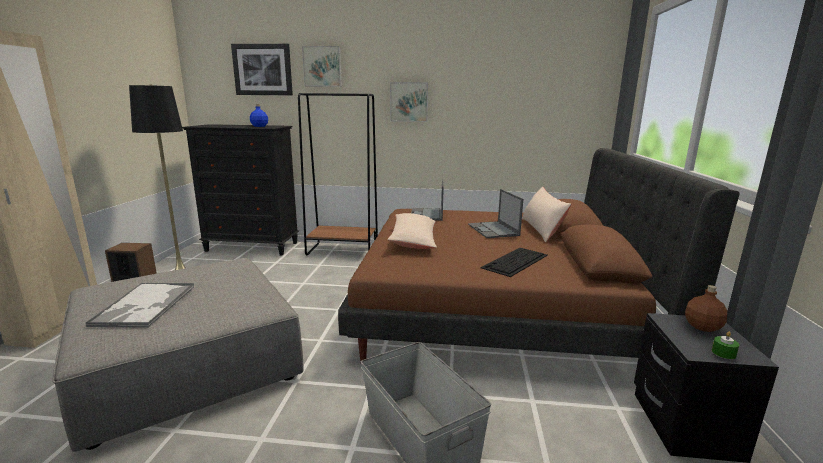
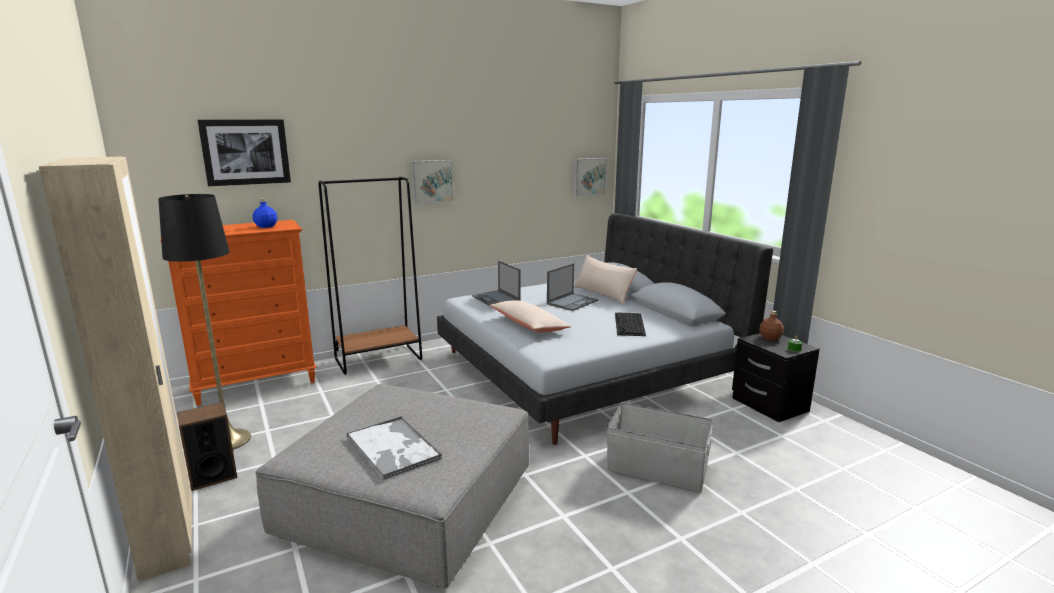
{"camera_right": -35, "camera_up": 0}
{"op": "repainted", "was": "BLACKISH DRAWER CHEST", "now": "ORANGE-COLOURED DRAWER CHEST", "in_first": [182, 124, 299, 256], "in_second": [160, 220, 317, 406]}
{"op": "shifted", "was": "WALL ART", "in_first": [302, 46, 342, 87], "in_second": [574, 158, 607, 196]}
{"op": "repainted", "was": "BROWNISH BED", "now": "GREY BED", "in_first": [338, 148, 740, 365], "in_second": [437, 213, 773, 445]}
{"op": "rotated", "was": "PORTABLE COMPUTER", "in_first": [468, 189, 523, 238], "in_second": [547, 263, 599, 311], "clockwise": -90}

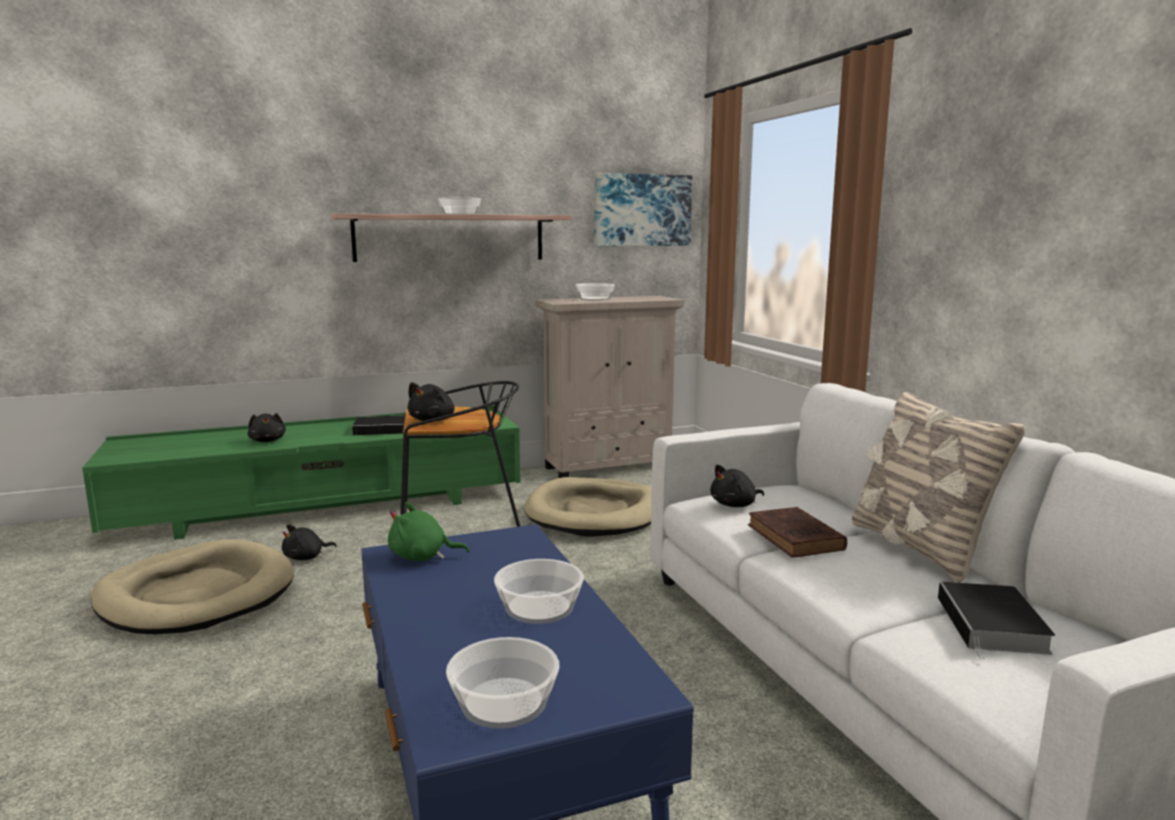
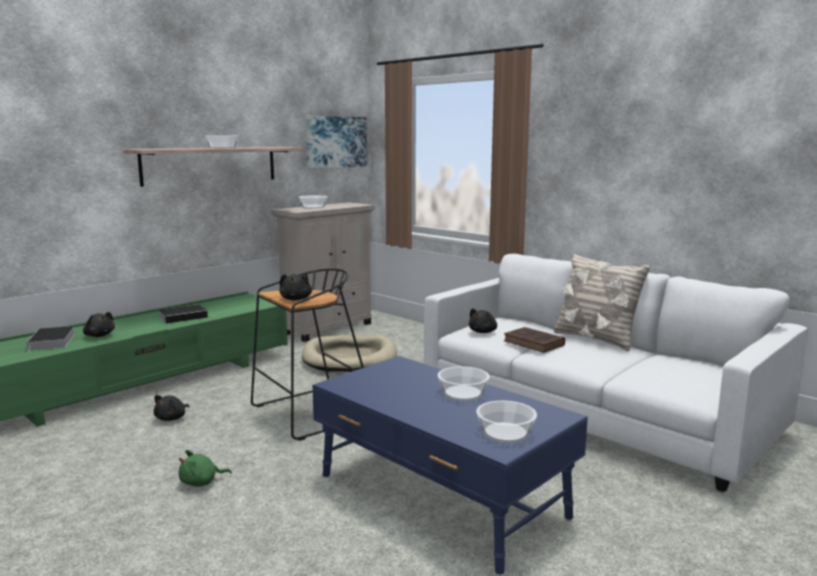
{"camera_right": -25, "camera_up": 0}
{"op": "gone", "was": "BEIGE PET BED", "in_first": [91, 539, 295, 634]}
{"op": "shifted", "was": "GREEN PLUSH TOY", "in_first": [388, 502, 469, 561], "in_second": [179, 450, 232, 487]}
{"op": "shifted", "was": "BOUND BOOK", "in_first": [938, 582, 1055, 660], "in_second": [26, 326, 75, 353]}

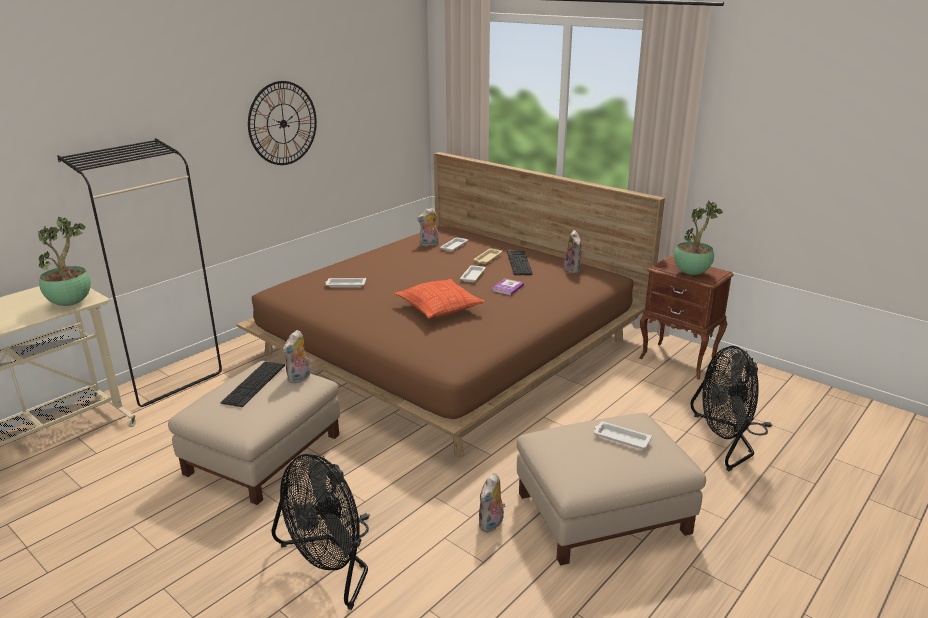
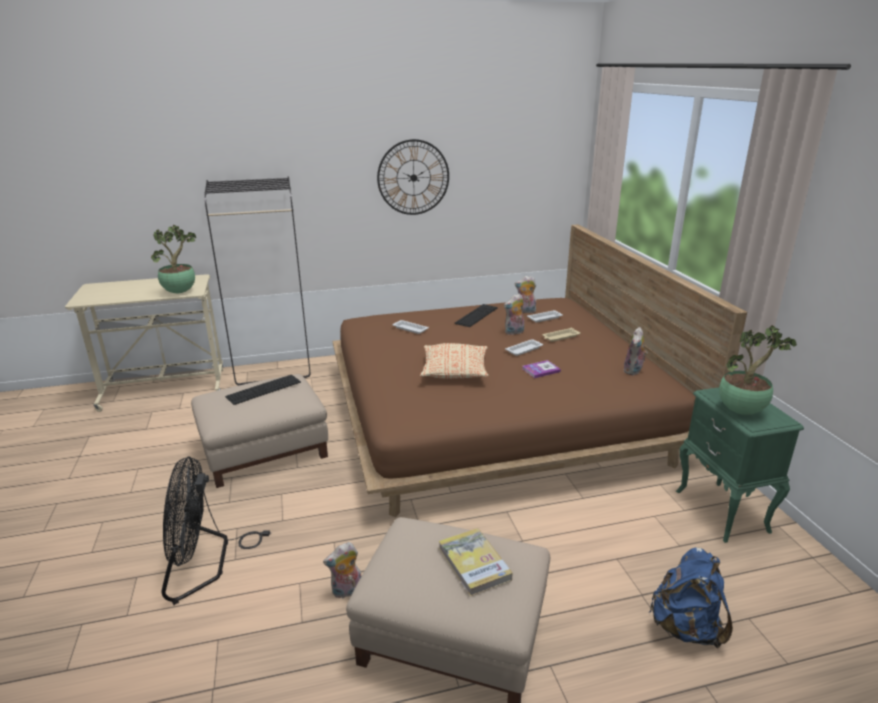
{"camera_right": 35, "camera_up": 0}
{"op": "shifted", "was": "PLUSH TOY", "in_first": [283, 330, 310, 383], "in_second": [504, 294, 524, 335]}
{"op": "repainted", "was": "ORANGE-COLOURED PILLOW", "now": "BEIGE PILLOW", "in_first": [395, 279, 485, 319], "in_second": [420, 343, 488, 379]}
{"op": "shifted", "was": "PC KEYBOARD", "in_first": [507, 251, 533, 275], "in_second": [455, 304, 498, 327]}
{"op": "swapped", "was": "WHITE-COLOURED SERVING TRAY", "now": "BOUND BOOK", "in_first": [594, 421, 652, 449], "in_second": [439, 528, 513, 596]}
{"op": "repainted", "was": "BROWNISH NIGHTSTAND", "now": "GREEN NIGHTSTAND", "in_first": [639, 256, 734, 380], "in_second": [676, 387, 804, 543]}
{"op": "swapped", "was": "BLACKISH FAN", "now": "BLUE-COLOURED KNAPSACK", "in_first": [691, 346, 773, 471], "in_second": [649, 547, 733, 648]}

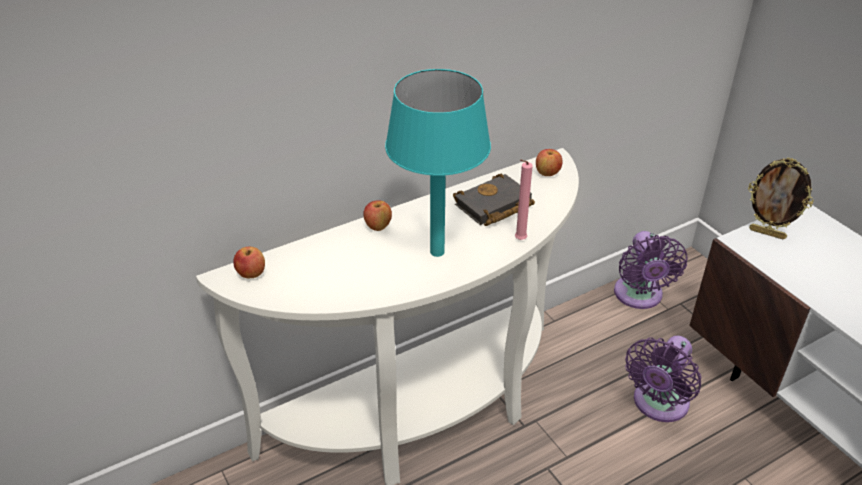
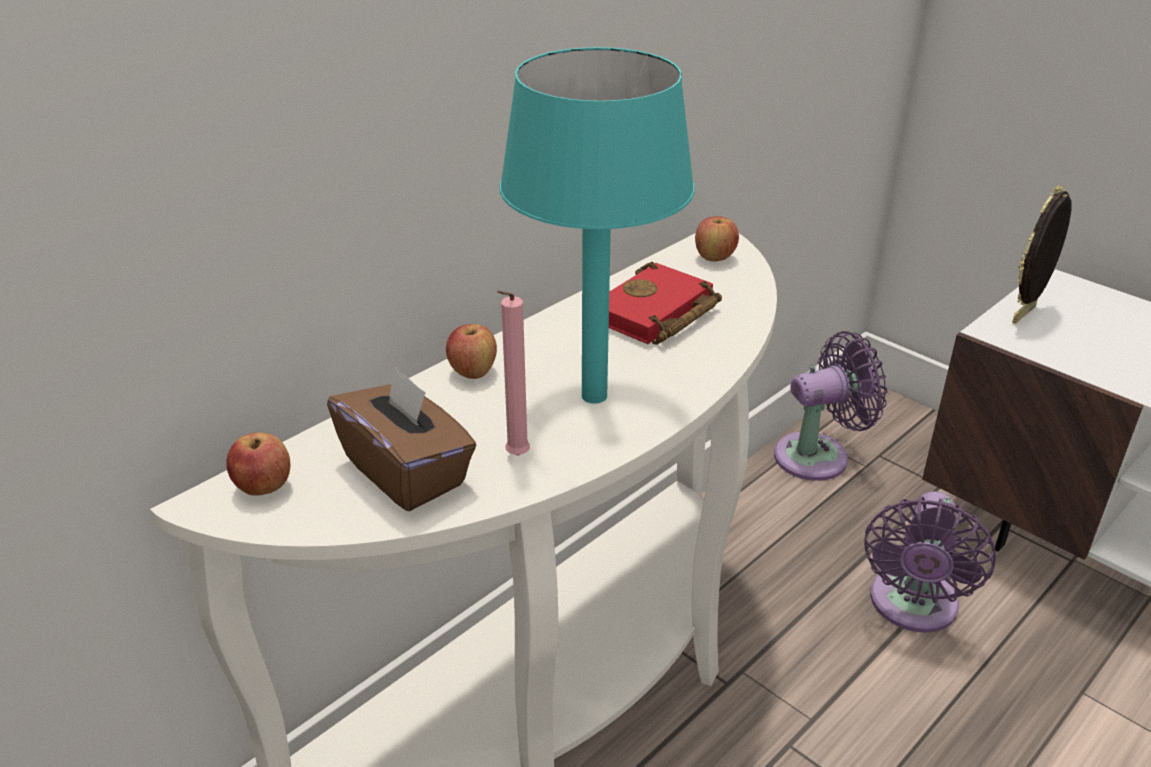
{"camera_right": -15, "camera_up": -5}
{"op": "repainted", "was": "BLACKISH BOUND BOOK", "now": "REDDISH BOUND BOOK", "in_first": [453, 174, 535, 226], "in_second": [609, 262, 722, 345]}
{"op": "shifted", "was": "PINK-COLOURED WAX LIGHT", "in_first": [515, 160, 533, 240], "in_second": [497, 290, 530, 456]}
{"op": "rotated", "was": "PURPLISH FAN", "in_first": [614, 231, 687, 309], "in_second": [774, 331, 887, 481], "clockwise": -90}
{"op": "rotated", "was": "PICTURE FRAME", "in_first": [748, 158, 814, 239], "in_second": [1012, 185, 1071, 324], "clockwise": 120}
{"op": "new", "now": "BROWNISH BOX OF TISSUES", "in_second": [327, 365, 477, 511]}

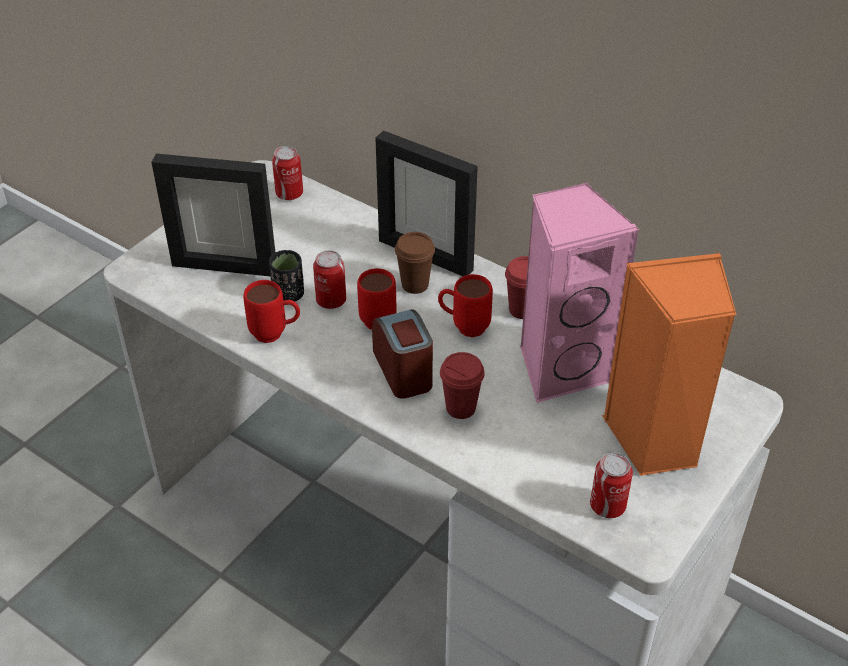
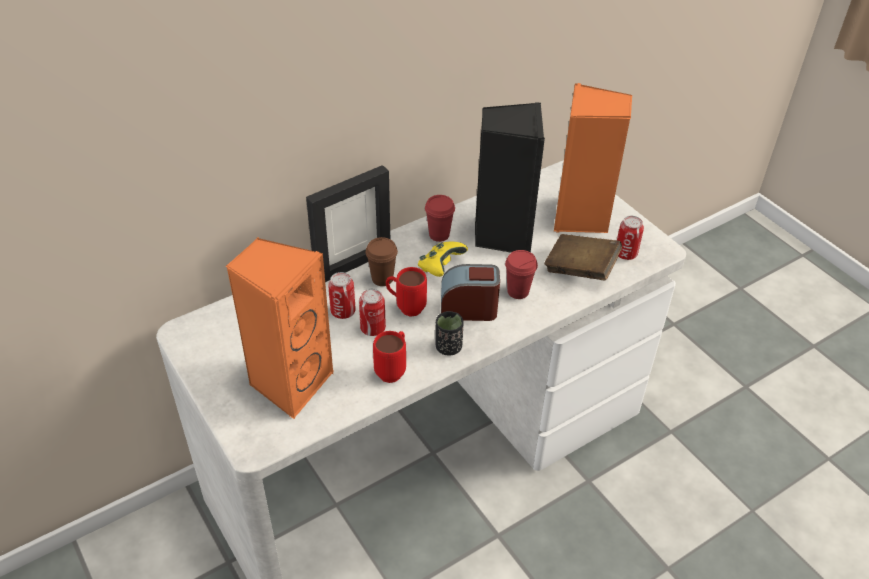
{"camera_right": -70, "camera_up": 0}
{"op": "swapped", "was": "PICTURE FRAME", "now": "ORANGE-COLOURED AUDIO SPEAKER", "in_first": [152, 153, 275, 276], "in_second": [226, 237, 334, 419]}
{"op": "shifted", "was": "BLACKISH SMALL CUP", "in_first": [269, 250, 304, 301], "in_second": [435, 311, 464, 356]}
{"op": "shifted", "was": "METAL CAN", "in_first": [272, 146, 303, 200], "in_second": [328, 272, 356, 319]}
{"op": "swapped", "was": "REDDISH MUG", "now": "YELLOW JOYPAD", "in_first": [438, 274, 493, 337], "in_second": [418, 242, 468, 277]}
{"op": "repainted", "was": "PINK-COLOURED AUDIO SPEAKER", "now": "BLACKISH AUDIO SPEAKER", "in_first": [520, 182, 640, 403], "in_second": [475, 102, 545, 253]}
{"op": "new", "now": "BROWNISH BOUND BOOK", "in_second": [544, 234, 622, 280]}

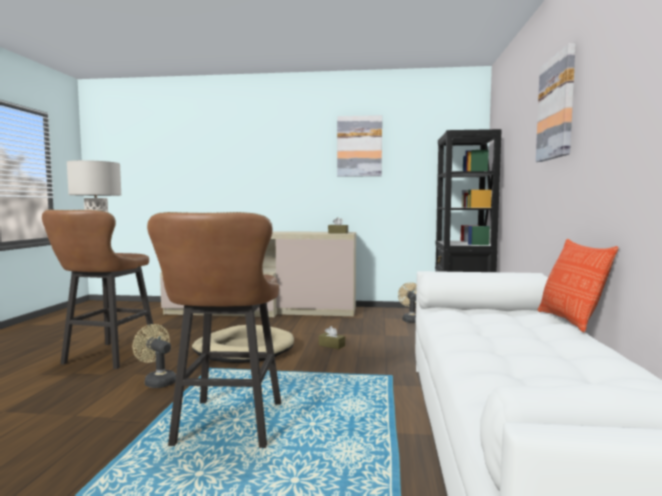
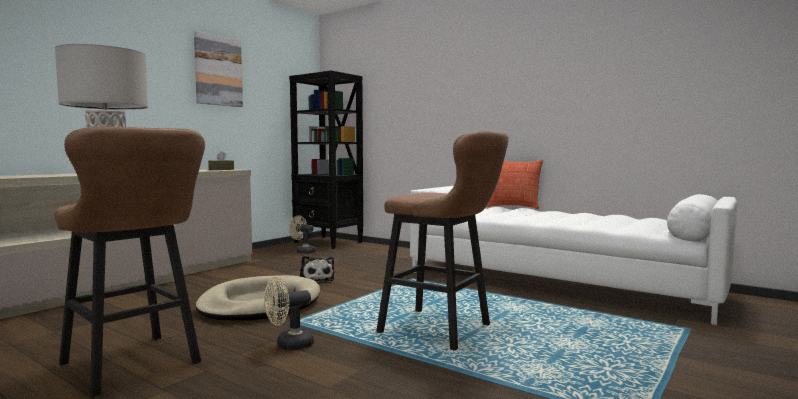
{"camera_right": -60, "camera_up": 0}
{"op": "swapped", "was": "BROWNISH BOX OF TISSUES", "now": "PLUSH TOY", "in_first": [319, 326, 345, 350], "in_second": [300, 256, 334, 282]}
{"op": "gone", "was": "WALL ART", "in_first": [536, 43, 576, 162]}

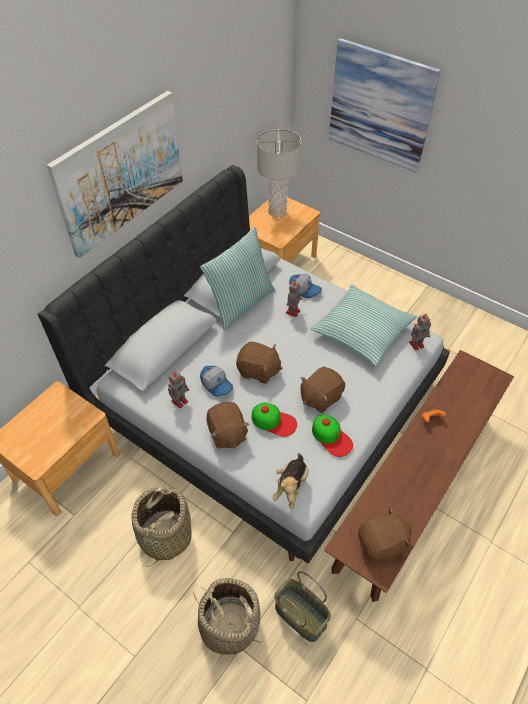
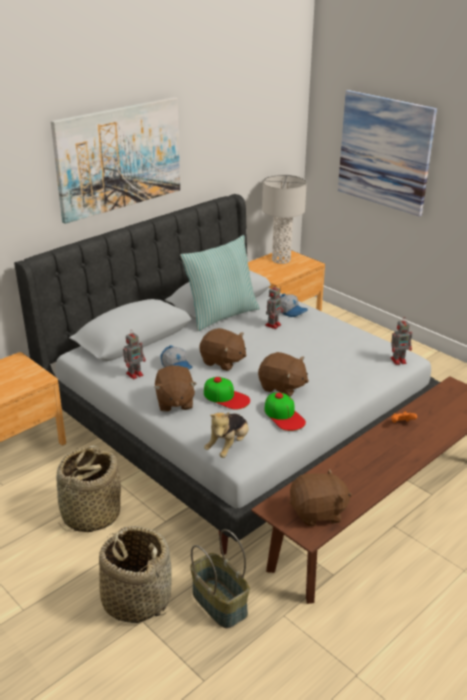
{"camera_right": 10, "camera_up": -20}
{"op": "rotated", "was": "BROWNISH PLUSH TOY", "in_first": [300, 367, 345, 413], "in_second": [258, 352, 309, 397], "clockwise": -120}
{"op": "gone", "was": "PILLOW", "in_first": [311, 285, 417, 366]}

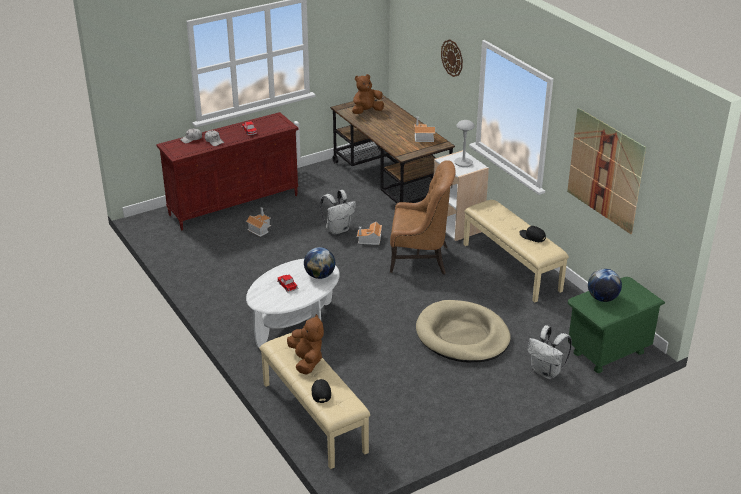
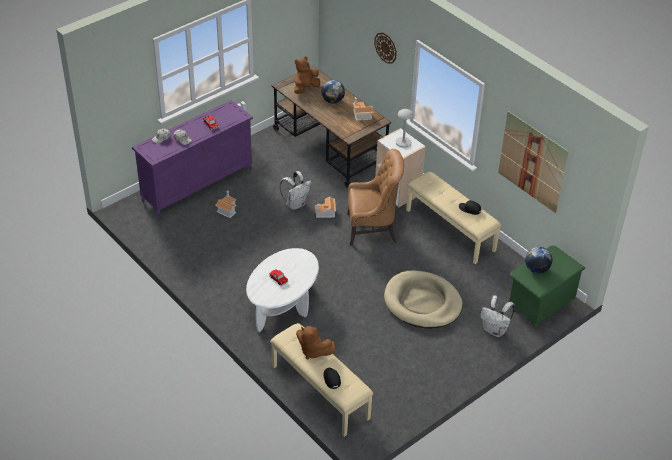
{"camera_right": -10, "camera_up": 10}
{"op": "repainted", "was": "REDDISH DRAWER CHEST", "now": "PURPLISH DRAWER CHEST", "in_first": [156, 112, 299, 230], "in_second": [132, 100, 253, 218]}
{"op": "rotated", "was": "BROWNISH PLUSH TOY", "in_first": [287, 314, 324, 375], "in_second": [296, 326, 336, 359], "clockwise": 150}
{"op": "shifted", "was": "DESK GLOBE", "in_first": [304, 247, 335, 279], "in_second": [322, 80, 345, 103]}

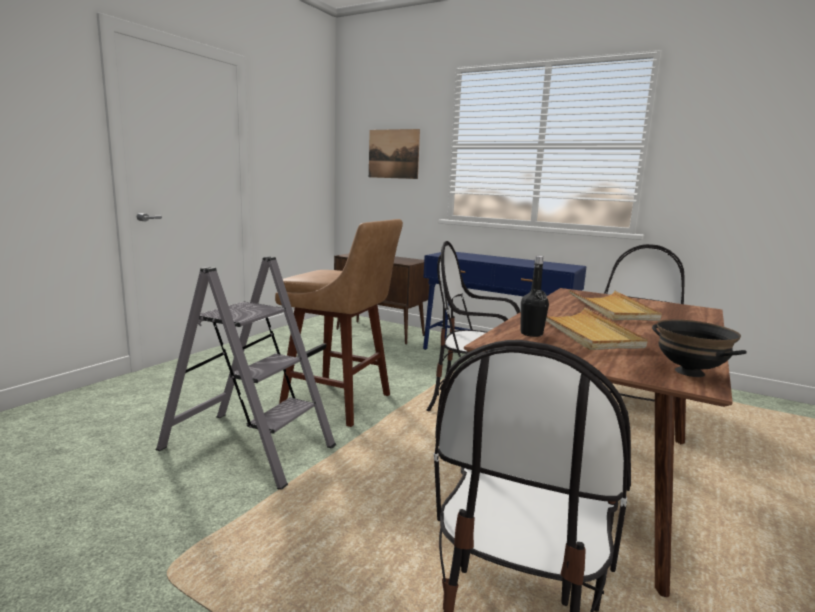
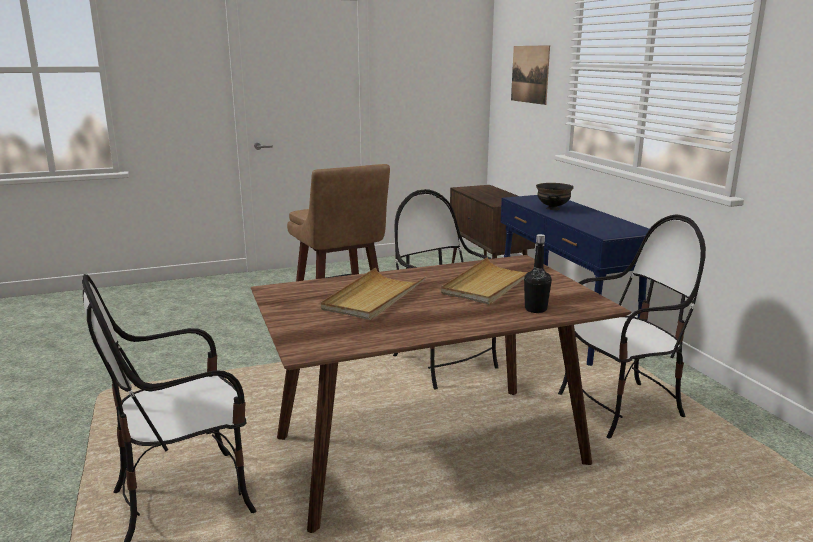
{"camera_right": 40, "camera_up": 5}
{"op": "gone", "was": "GREY STEPLADDER", "in_first": [155, 256, 336, 489]}
{"op": "shifted", "was": "BLACKISH BOTTLE", "in_first": [521, 256, 549, 337], "in_second": [524, 234, 552, 313]}
{"op": "shifted", "was": "BLACKISH SERVING BOWL", "in_first": [652, 319, 747, 377], "in_second": [536, 183, 574, 210]}

